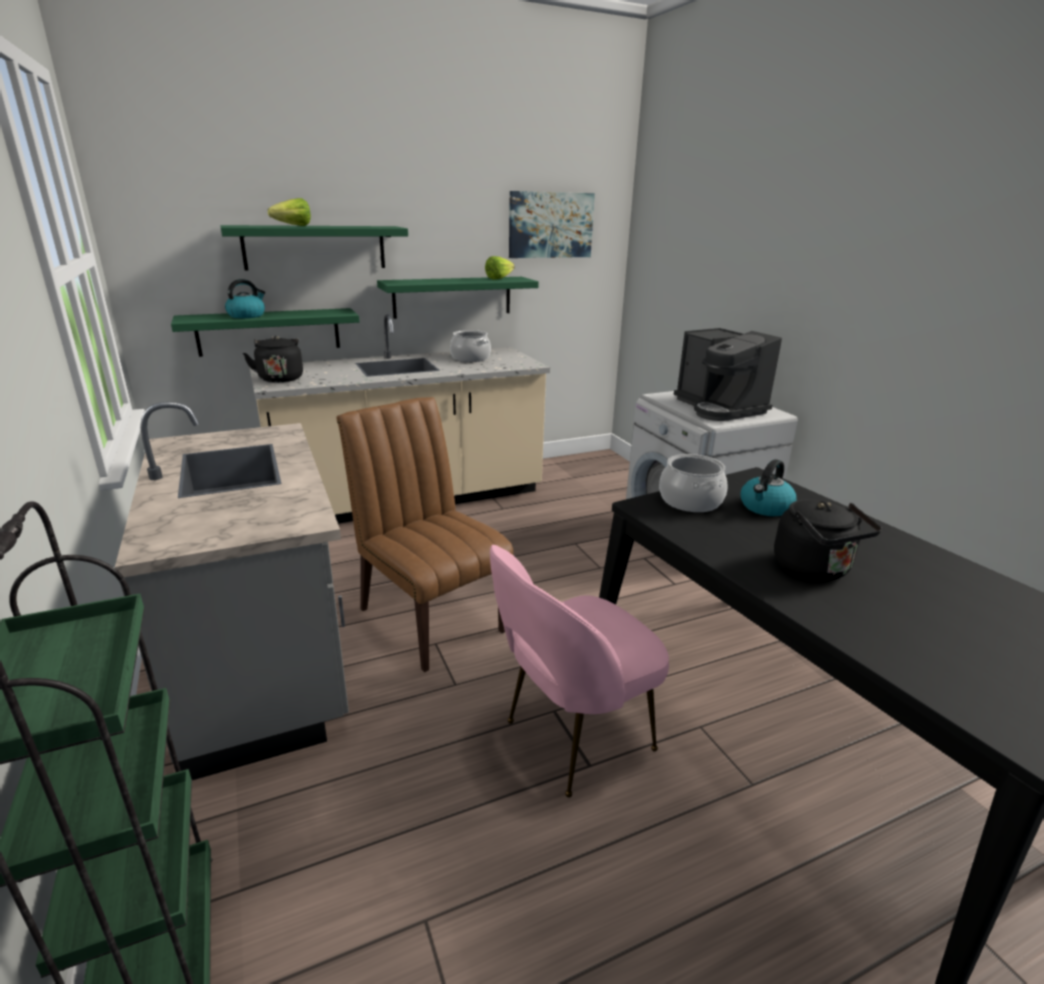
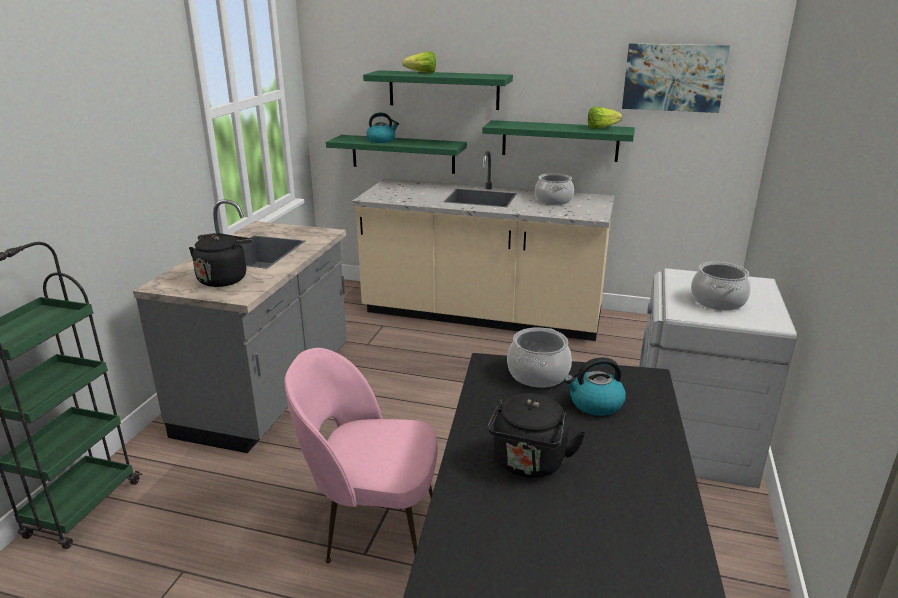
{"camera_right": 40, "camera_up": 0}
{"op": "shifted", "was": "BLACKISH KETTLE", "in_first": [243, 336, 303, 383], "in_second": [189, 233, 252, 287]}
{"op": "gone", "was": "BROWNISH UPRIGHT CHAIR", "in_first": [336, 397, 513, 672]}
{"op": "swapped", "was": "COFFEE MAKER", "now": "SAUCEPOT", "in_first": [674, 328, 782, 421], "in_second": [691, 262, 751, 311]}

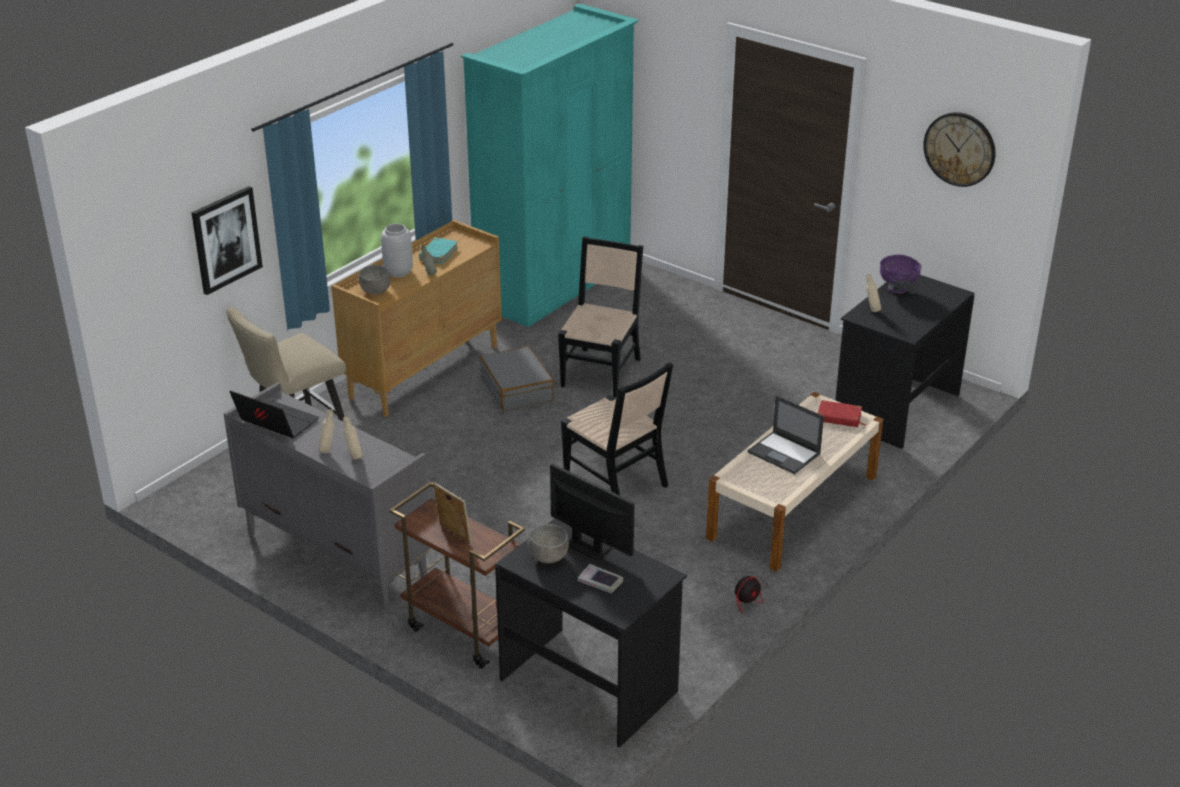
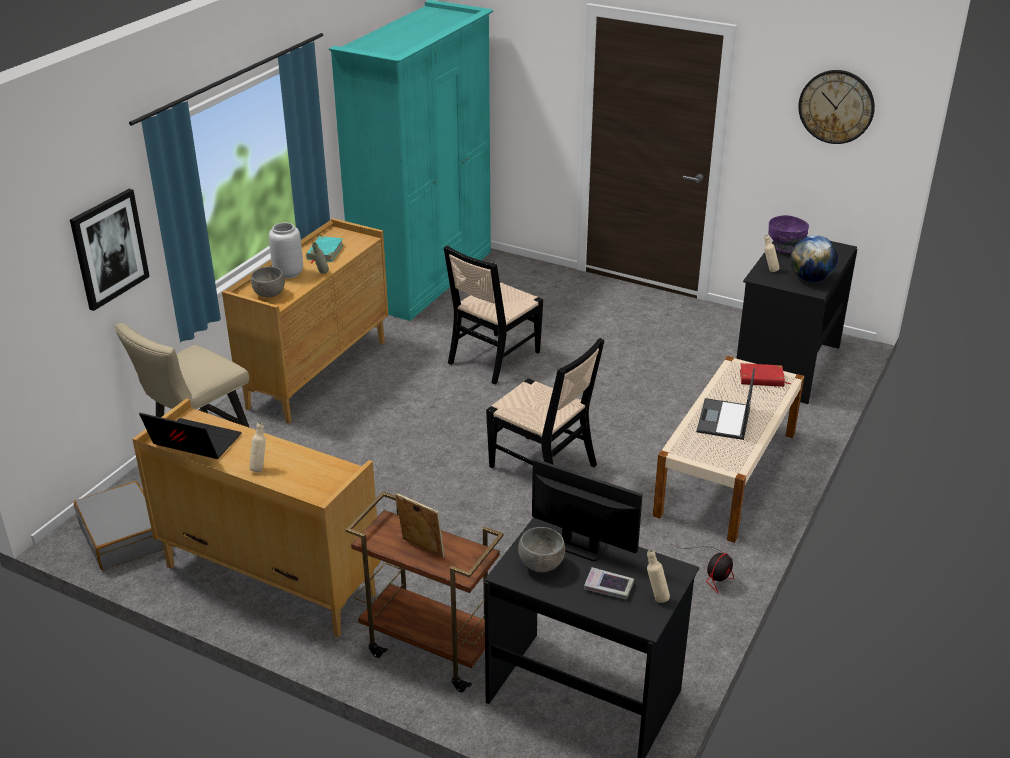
{"camera_right": -10, "camera_up": 0}
{"op": "repainted", "was": "GREY DRAWER CHEST", "now": "BROWNISH DRAWER CHEST", "in_first": [223, 382, 431, 611], "in_second": [132, 398, 381, 637]}
{"op": "shifted", "was": "BEIGE BOTTLE", "in_first": [343, 416, 363, 460], "in_second": [647, 550, 670, 603]}
{"op": "shifted", "was": "GREY TRAVEL CASE", "in_first": [480, 346, 554, 411], "in_second": [74, 481, 164, 570]}
{"op": "rotated", "was": "UPRIGHT CHAIR", "in_first": [558, 236, 643, 397], "in_second": [444, 245, 543, 384], "clockwise": -150}
{"op": "rotated", "was": "PORTABLE COMPUTER", "in_first": [748, 395, 824, 474], "in_second": [697, 368, 755, 440], "clockwise": 75}
{"op": "new", "now": "DESK GLOBE", "in_second": [790, 235, 838, 282]}

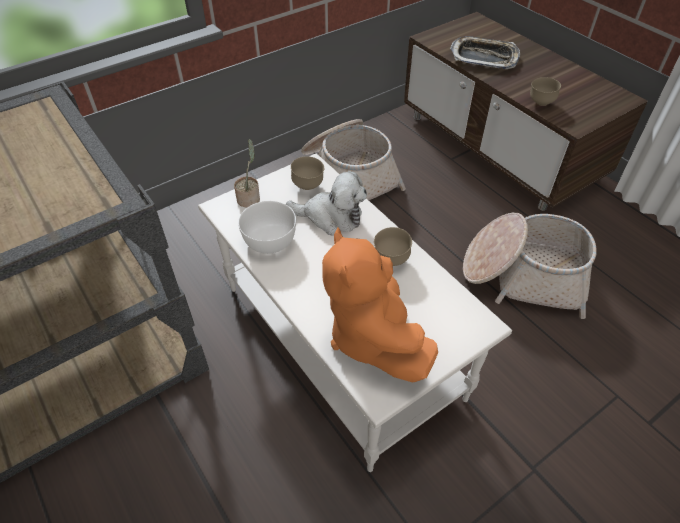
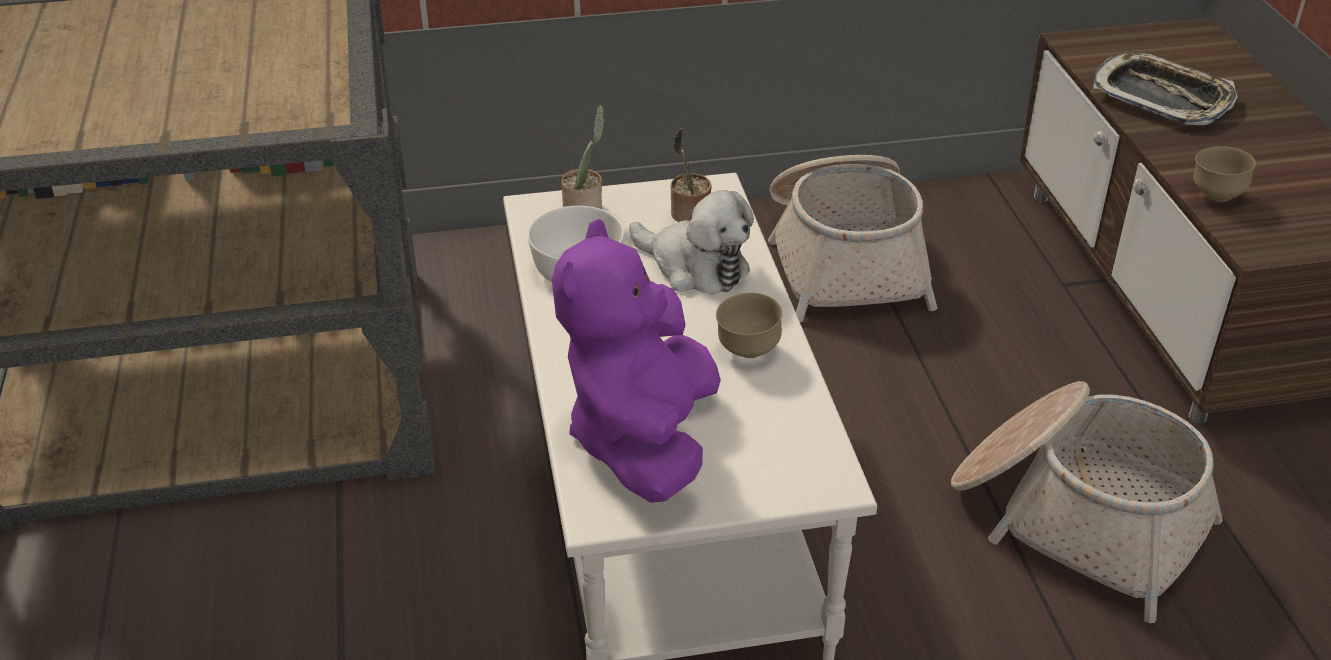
{"camera_right": 25, "camera_up": -10}
{"op": "swapped", "was": "BROWNISH SERVING BOWL", "now": "HOUSEPLANT", "in_first": [291, 156, 324, 190], "in_second": [671, 128, 711, 222]}
{"op": "repainted", "was": "ORANGE-COLOURED PLUSH TOY", "now": "PURPLISH PLUSH TOY", "in_first": [322, 227, 438, 383], "in_second": [552, 219, 721, 503]}

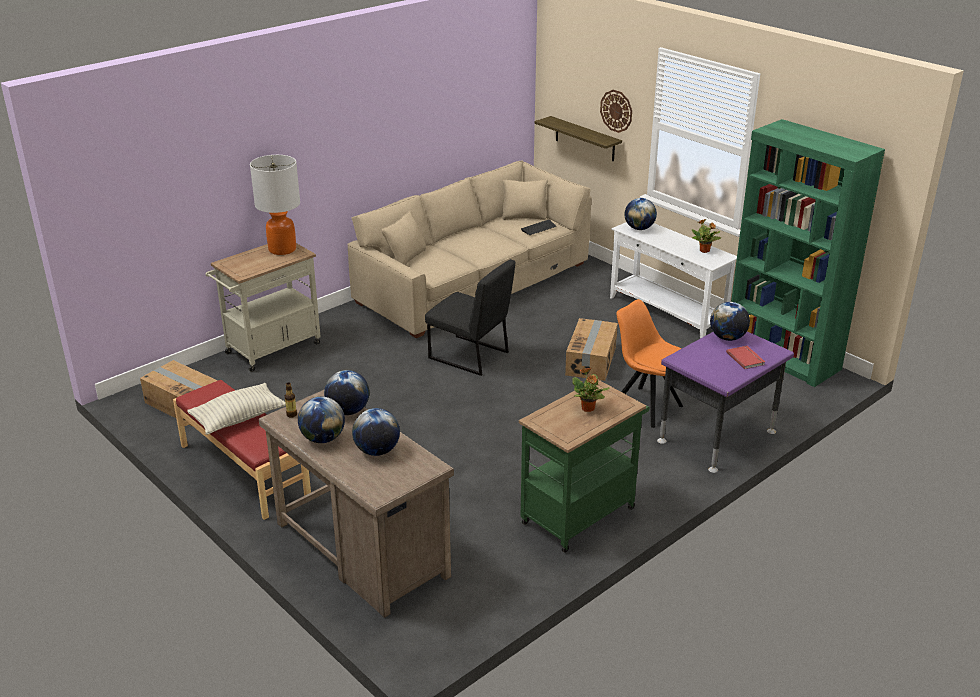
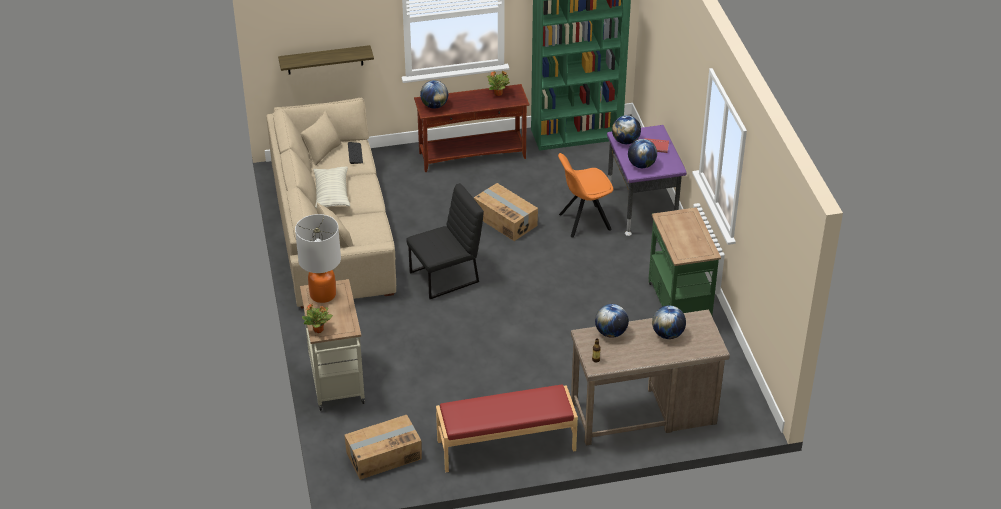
{"camera_right": -60, "camera_up": 10}
{"op": "shifted", "was": "PILLOW", "in_first": [187, 383, 286, 435], "in_second": [313, 166, 350, 208]}
{"op": "shifted", "was": "DESK GLOBE", "in_first": [298, 397, 345, 443], "in_second": [628, 139, 657, 168]}
{"op": "shifted", "was": "HOUSEPLANT", "in_first": [572, 368, 609, 412], "in_second": [302, 304, 333, 333]}
{"op": "gone", "was": "CLOCK ON THE WALL", "in_first": [600, 90, 632, 133]}
{"op": "repainted", "was": "WHITE-COLOURED CONSOLE TABLE", "now": "BROWNISH CONSOLE TABLE", "in_first": [610, 222, 737, 339], "in_second": [414, 84, 530, 172]}

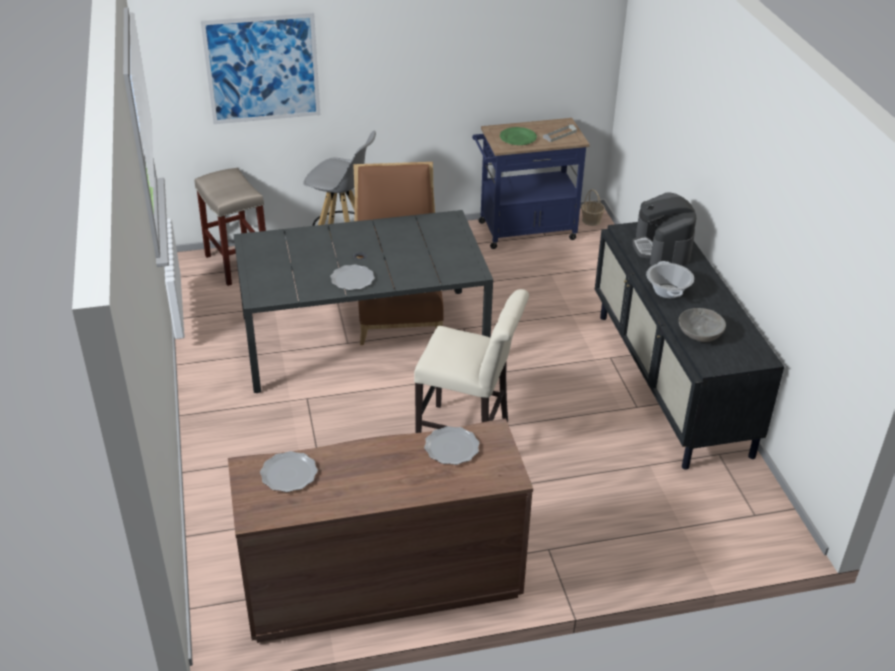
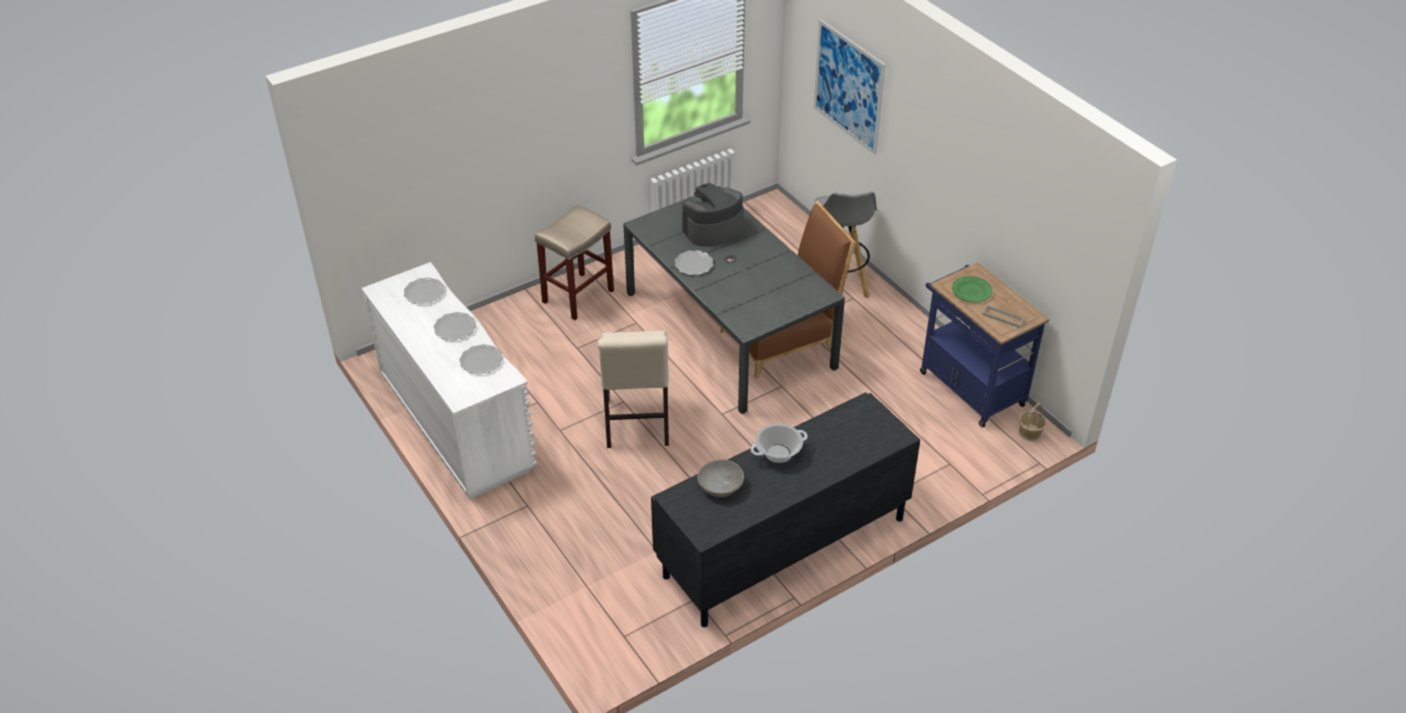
{"camera_right": 70, "camera_up": 5}
{"op": "shifted", "was": "BEIGE STOOL SEAT", "in_first": [195, 168, 266, 286], "in_second": [535, 205, 614, 320]}
{"op": "repainted", "was": "BROWNISH DRAWER CHEST", "now": "WHITE-COLOURED DRAWER CHEST", "in_first": [228, 419, 533, 643], "in_second": [361, 262, 537, 499]}
{"op": "shifted", "was": "COFFEE MAKER", "in_first": [632, 192, 696, 266], "in_second": [682, 183, 743, 247]}
{"op": "new", "now": "FLAT DISH", "in_second": [433, 312, 476, 340]}

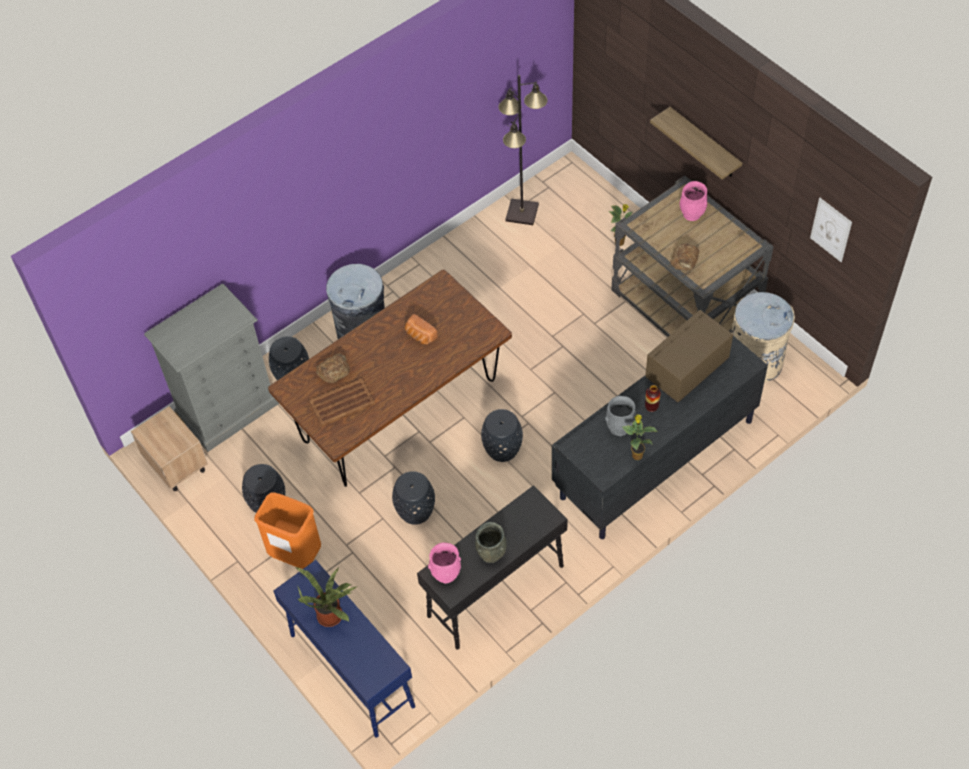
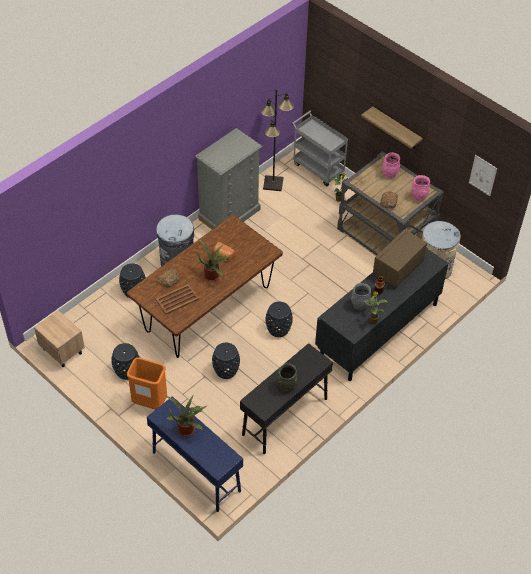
{"camera_right": -10, "camera_up": -5}
{"op": "shifted", "was": "GREY DRAWER CHEST", "in_first": [144, 284, 279, 452], "in_second": [195, 128, 263, 230]}
{"op": "shifted", "was": "PINK-COLOURED DECORATIVE VASE", "in_first": [428, 543, 461, 583], "in_second": [411, 175, 430, 201]}
{"op": "new", "now": "HOUSEPLANT", "in_second": [196, 239, 231, 281]}
{"op": "new", "now": "GREY TROLLEY", "in_second": [292, 110, 348, 186]}

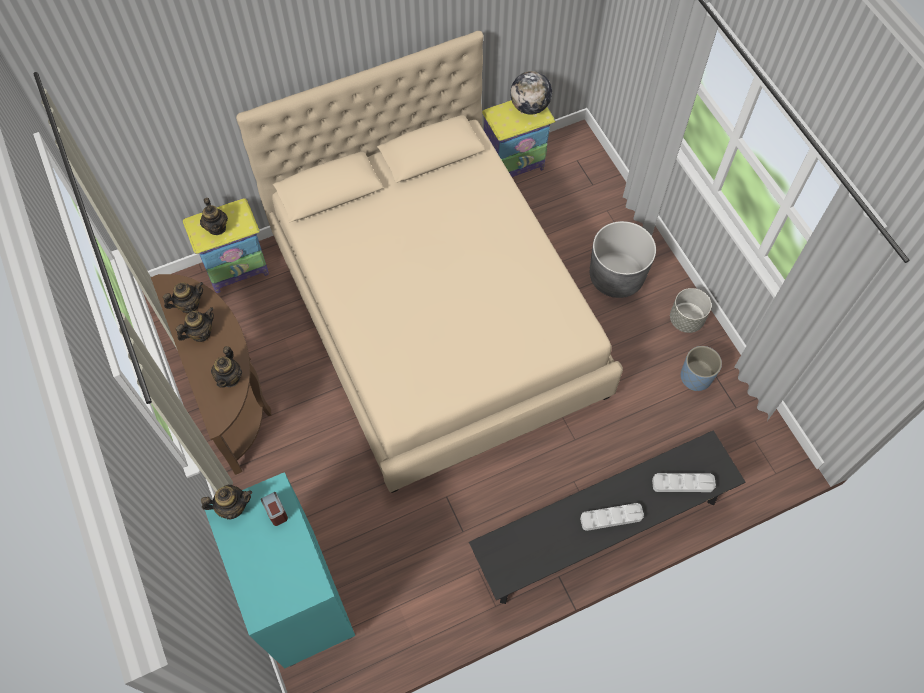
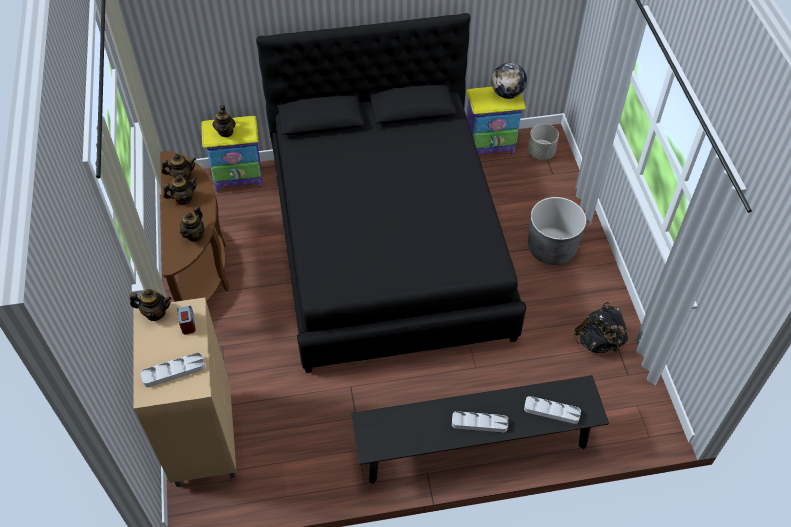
{"camera_right": 15, "camera_up": -10}
{"op": "repainted", "was": "TURQUOISE DRAWER CHEST", "now": "BEIGE DRAWER CHEST", "in_first": [205, 472, 355, 668], "in_second": [133, 298, 236, 487]}
{"op": "repainted", "was": "BEIGE BED", "now": "BLACKISH BED", "in_first": [236, 31, 623, 493], "in_second": [256, 13, 526, 373]}
{"op": "shifted", "was": "GREY PLANT POT", "in_first": [670, 288, 711, 333], "in_second": [528, 124, 559, 160]}
{"op": "swapped", "was": "BLUE-COLOURED PLANT POT", "now": "BLACKISH KNAPSACK", "in_first": [680, 346, 722, 391], "in_second": [574, 302, 628, 354]}
{"op": "new", "now": "GREY SERVING TRAY", "in_second": [141, 352, 205, 387]}

